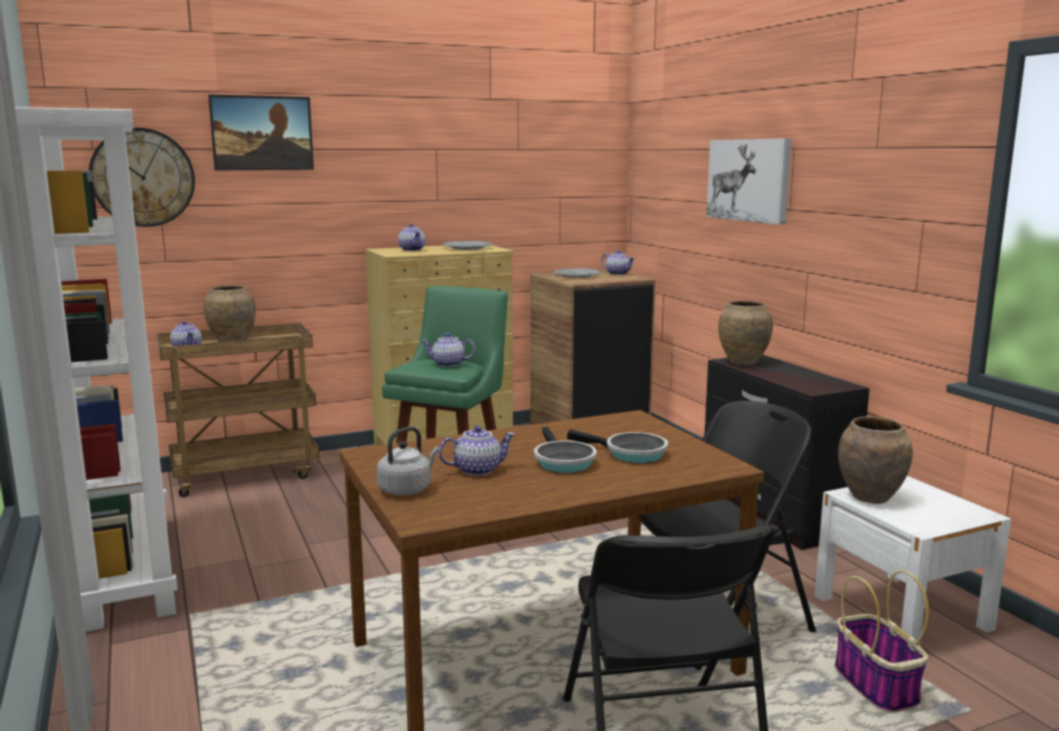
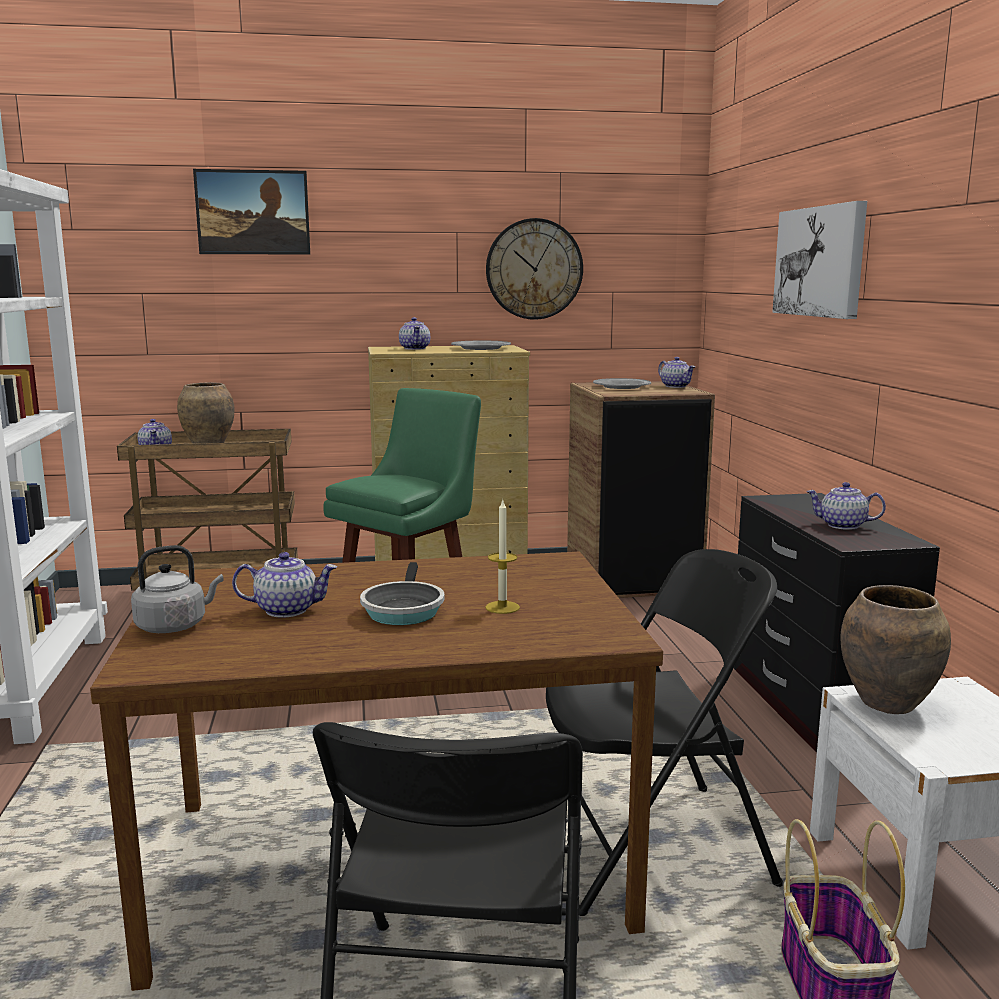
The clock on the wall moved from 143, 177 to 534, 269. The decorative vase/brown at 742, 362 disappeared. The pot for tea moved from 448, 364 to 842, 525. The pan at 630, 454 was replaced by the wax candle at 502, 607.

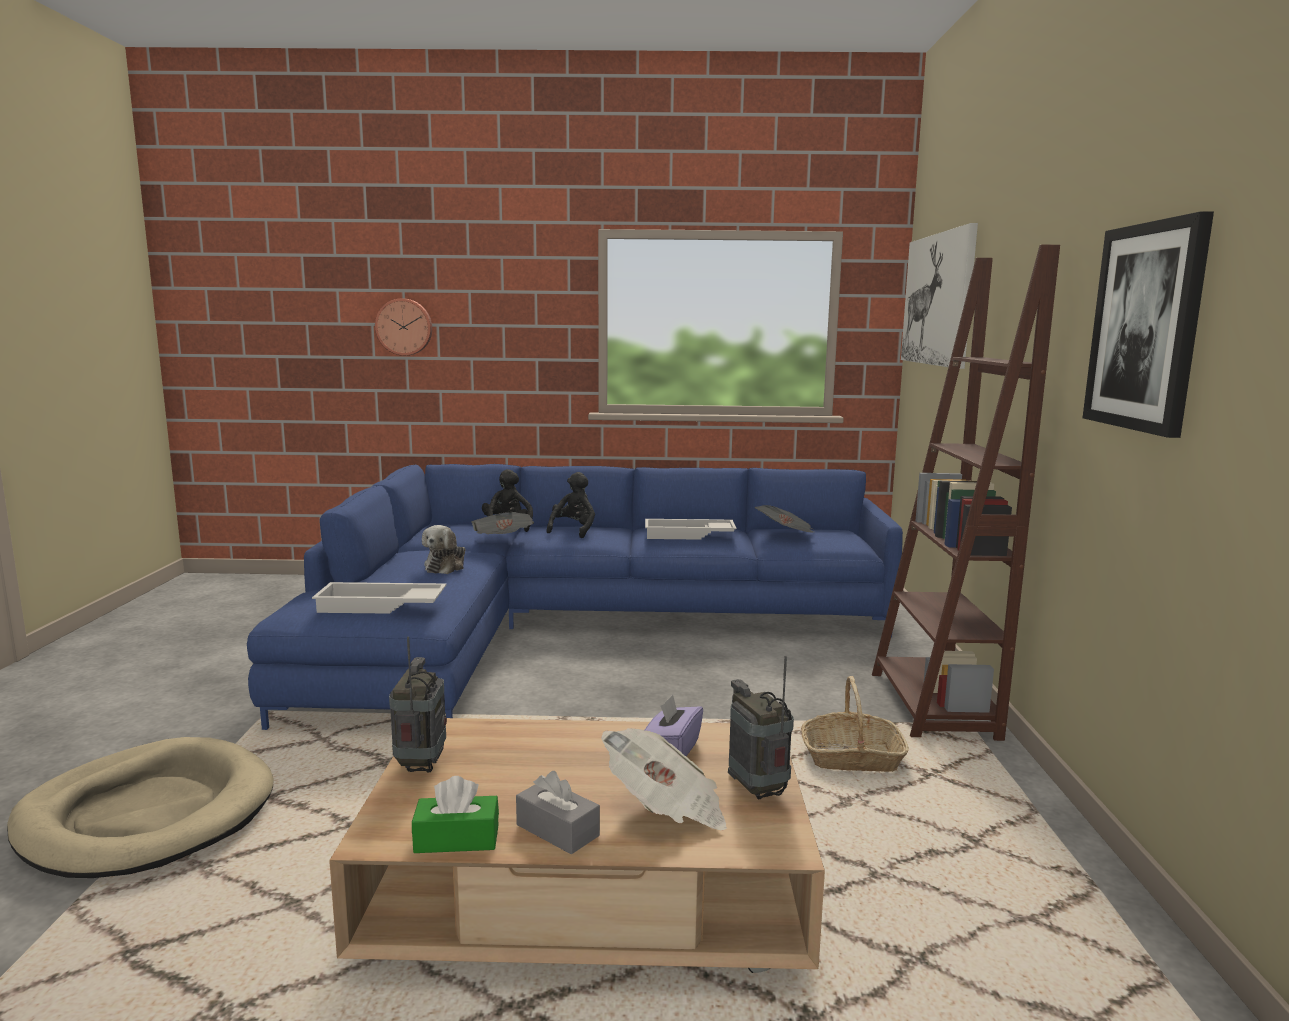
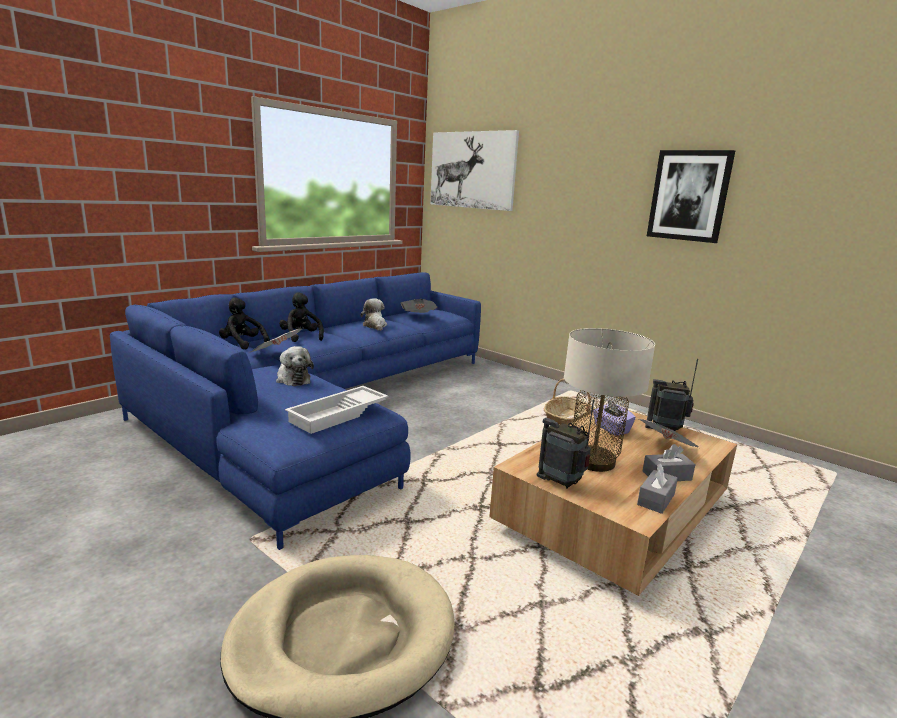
The bookshelf/brown at 933, 705 disappeared. The clock on the wall at 404, 327 disappeared. The carrying tray/white-coloured at 688, 535 was replaced by the plush toy at 375, 326. The tissue box/greenish at 457, 839 became the tissue box/gray at 656, 499. The tabletop lamp at 593, 461 appeared.

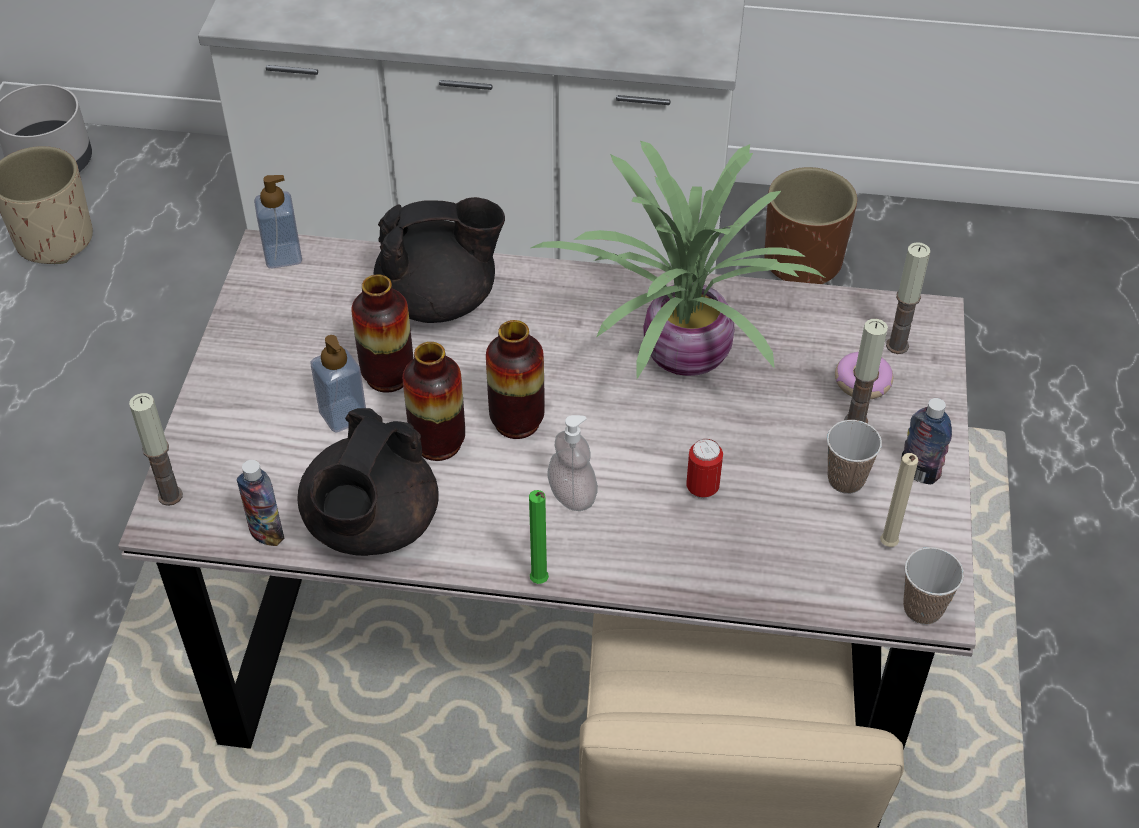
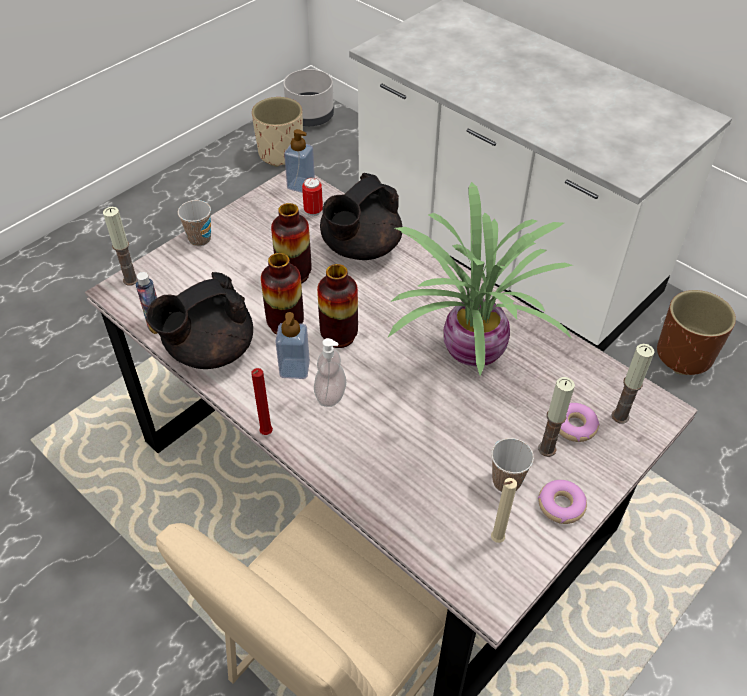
The pot for tea/black at 440, 301 turned 105 degrees clockwise. The liquid soap bottle moved from 343, 415 to 294, 369. The beverage bottle at 919, 472 was replaced by the donut at 561, 505. The can moved from 702, 488 to 313, 211. The wax candle/greenish at 540, 583 became the wax candle/reddish at 265, 434. The small cup moved from 922, 609 to 199, 239.

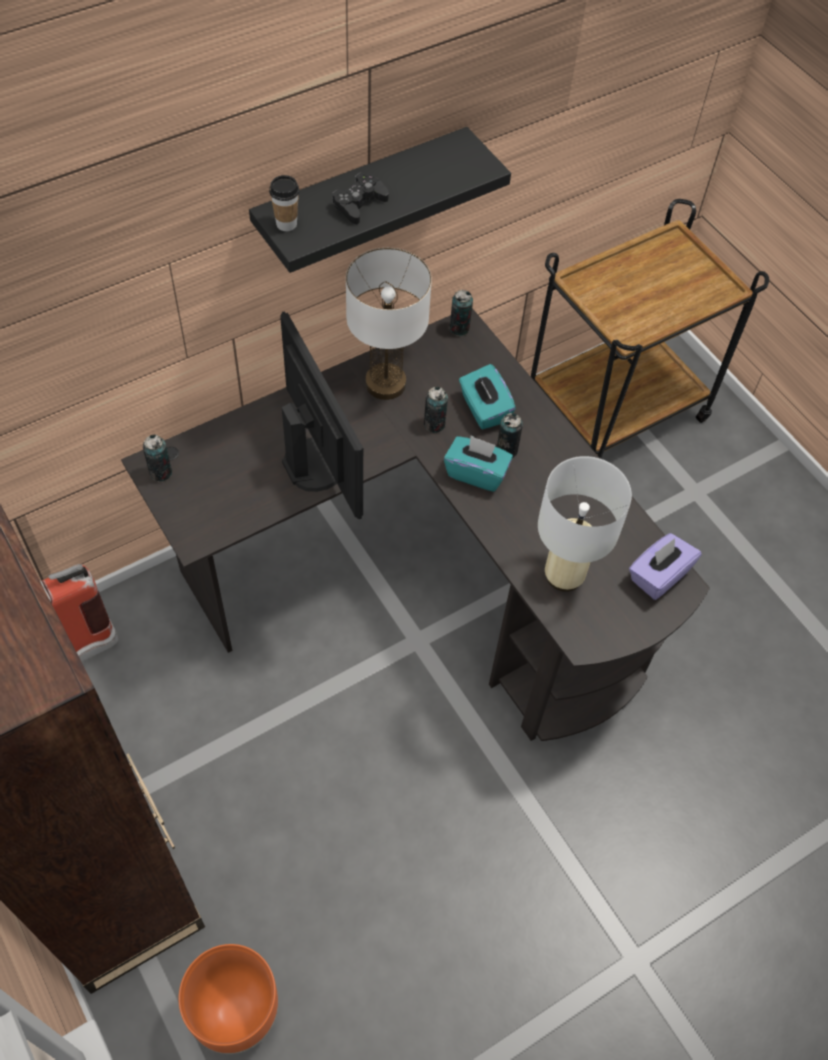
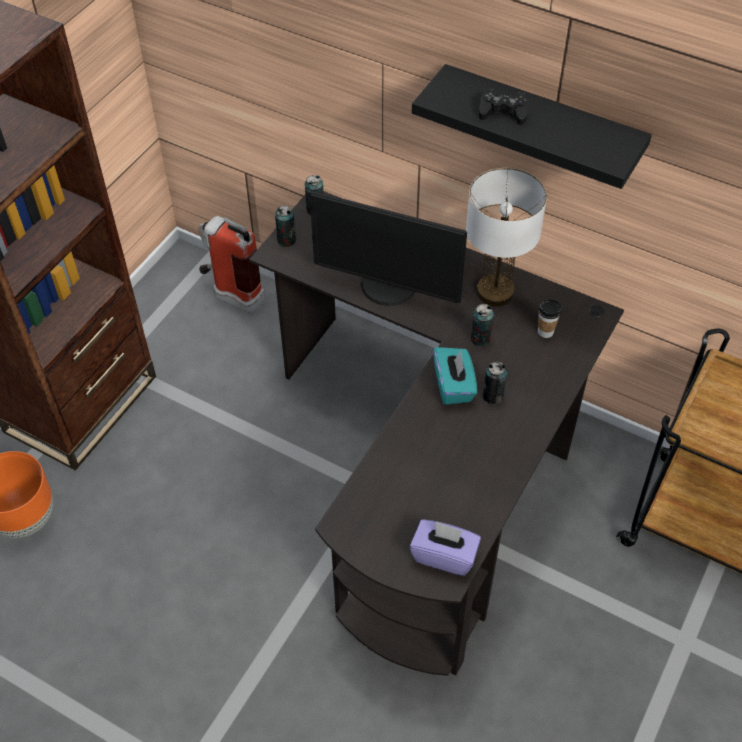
The small cup moved from 286, 224 to 545, 332. The can moved from 459, 328 to 286, 240. The computer screen at 317, 463 turned 75 degrees clockwise. The tissue box/blue-green at 484, 409 disappeared. The tabletop lamp/white-coloured at 564, 576 disappeared.

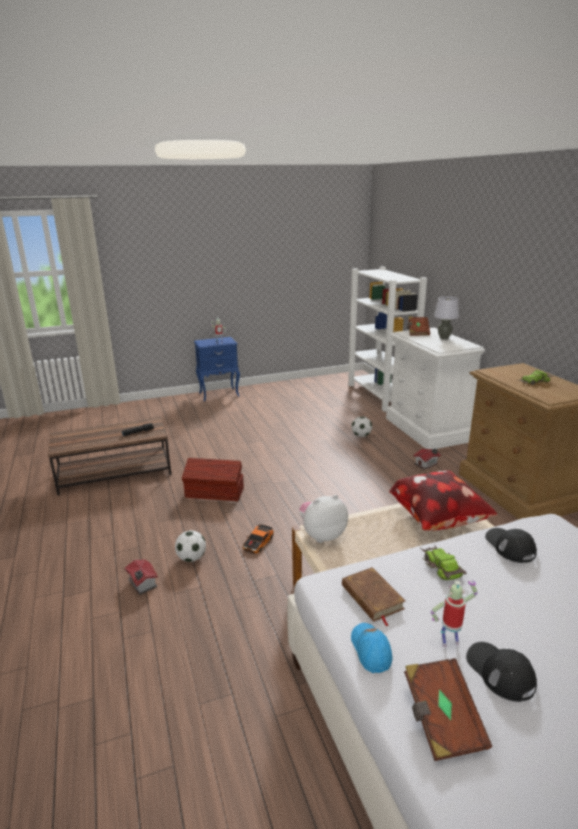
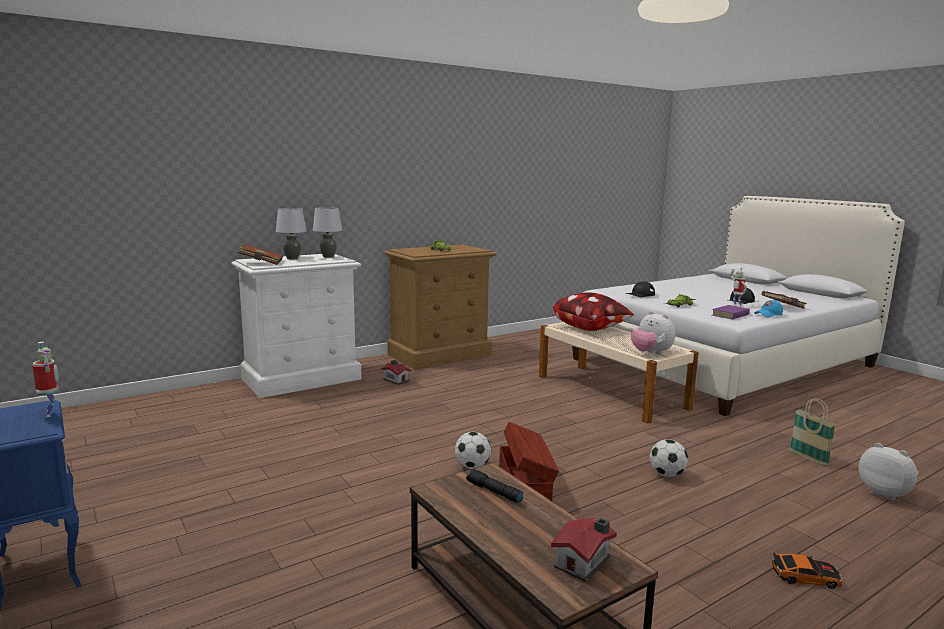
The bookshelf/white-coloured at 380, 395 disappeared. The football moved from 361, 436 to 472, 467. The toy car moved from 258, 543 to 805, 576. The toy house moved from 142, 584 to 585, 562. The bound book/brown at 372, 597 became the bound book/purple at 730, 315. The tabletop lamp/gray at 328, 256 appeared. The basket at 808, 458 appeared. The plush toy at 885, 493 appeared.

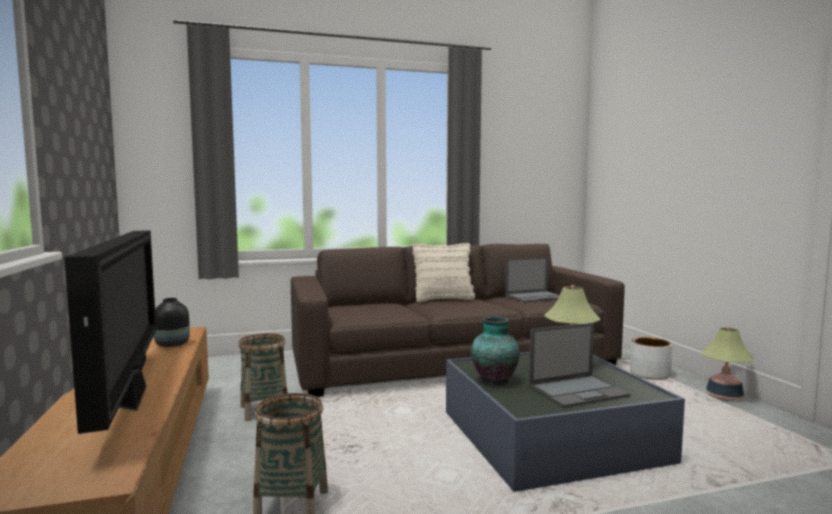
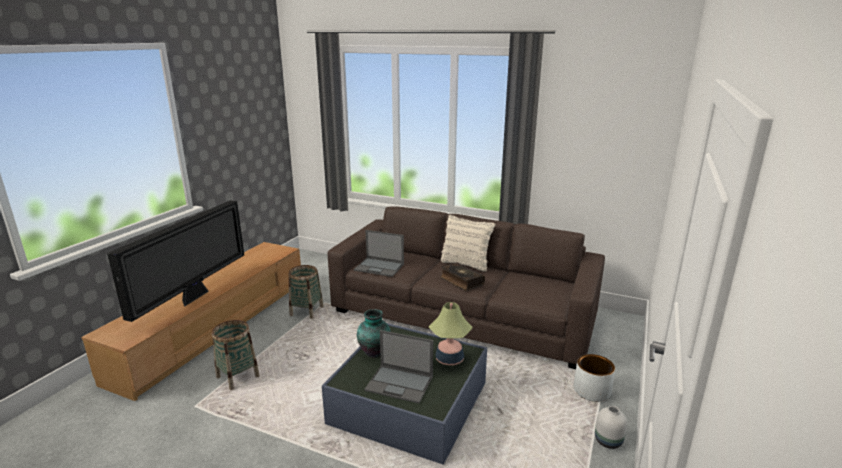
The laptop moved from 536, 297 to 379, 267. The decorative vase/black at 171, 344 disappeared. The tabletop lamp at 724, 396 was replaced by the decorative vase/white-coloured at 609, 441. The bound book at 461, 281 appeared.

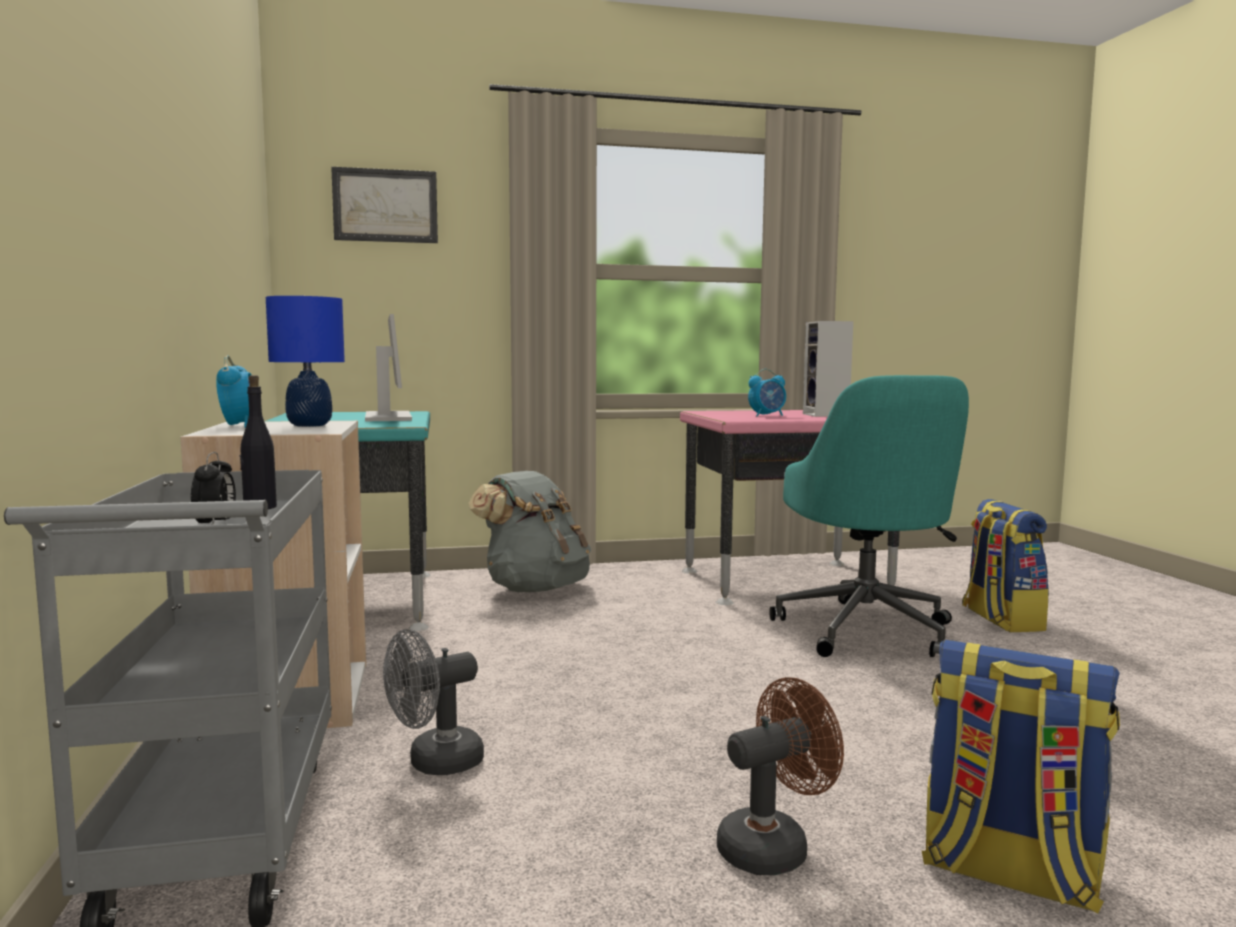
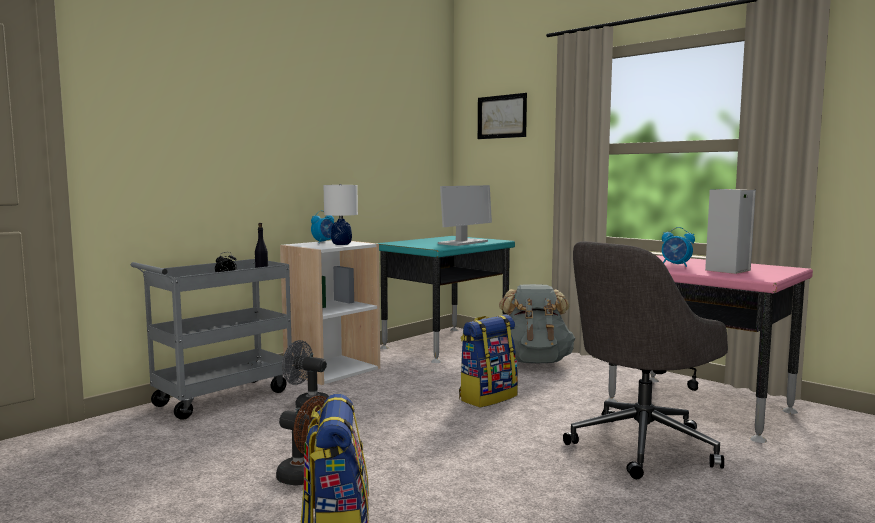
The tabletop lamp/bluish at 311, 425 became the tabletop lamp/white-coloured at 342, 244. The computer chair/blue-green at 866, 632 became the computer chair/gray at 641, 447. The rucksack moved from 1000, 620 to 487, 397.

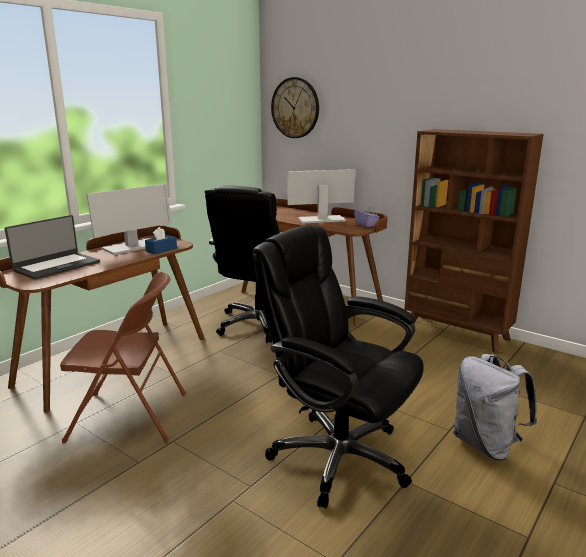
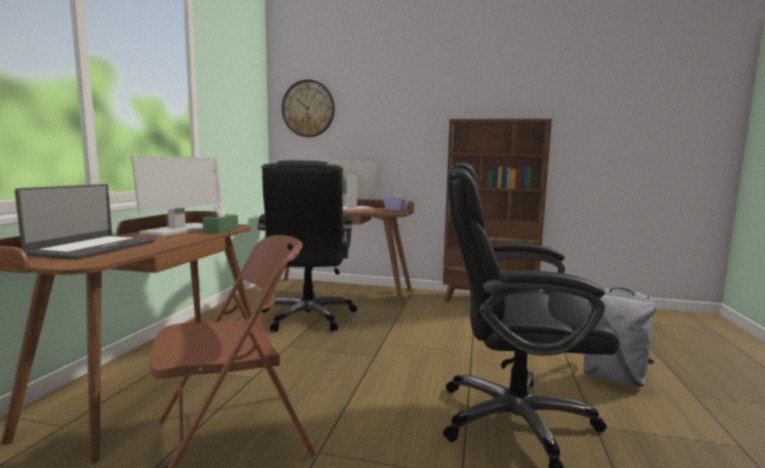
The tissue box/bluish at 161, 250 became the tissue box/greenish at 221, 230.

